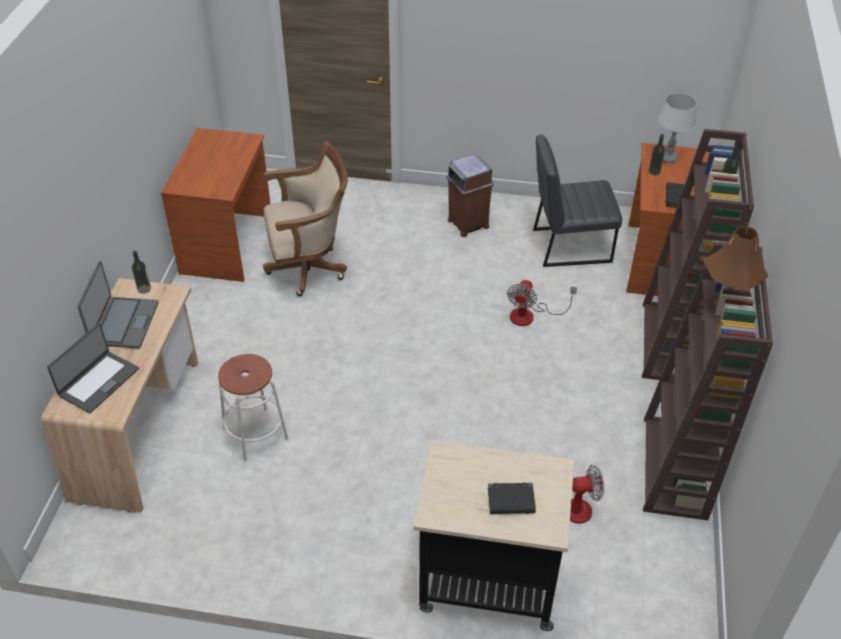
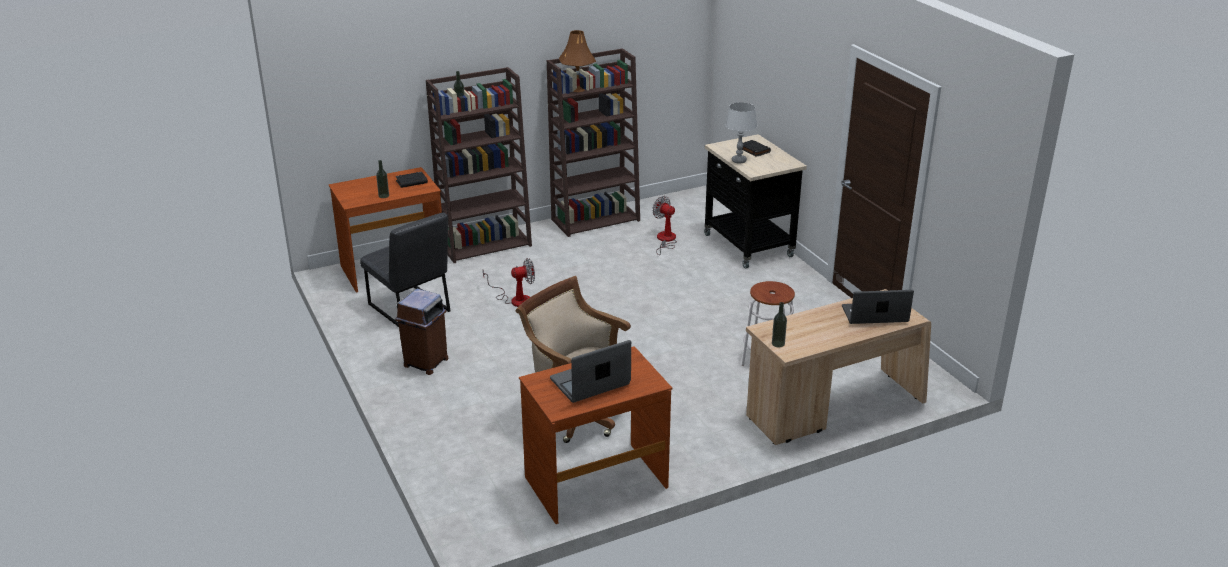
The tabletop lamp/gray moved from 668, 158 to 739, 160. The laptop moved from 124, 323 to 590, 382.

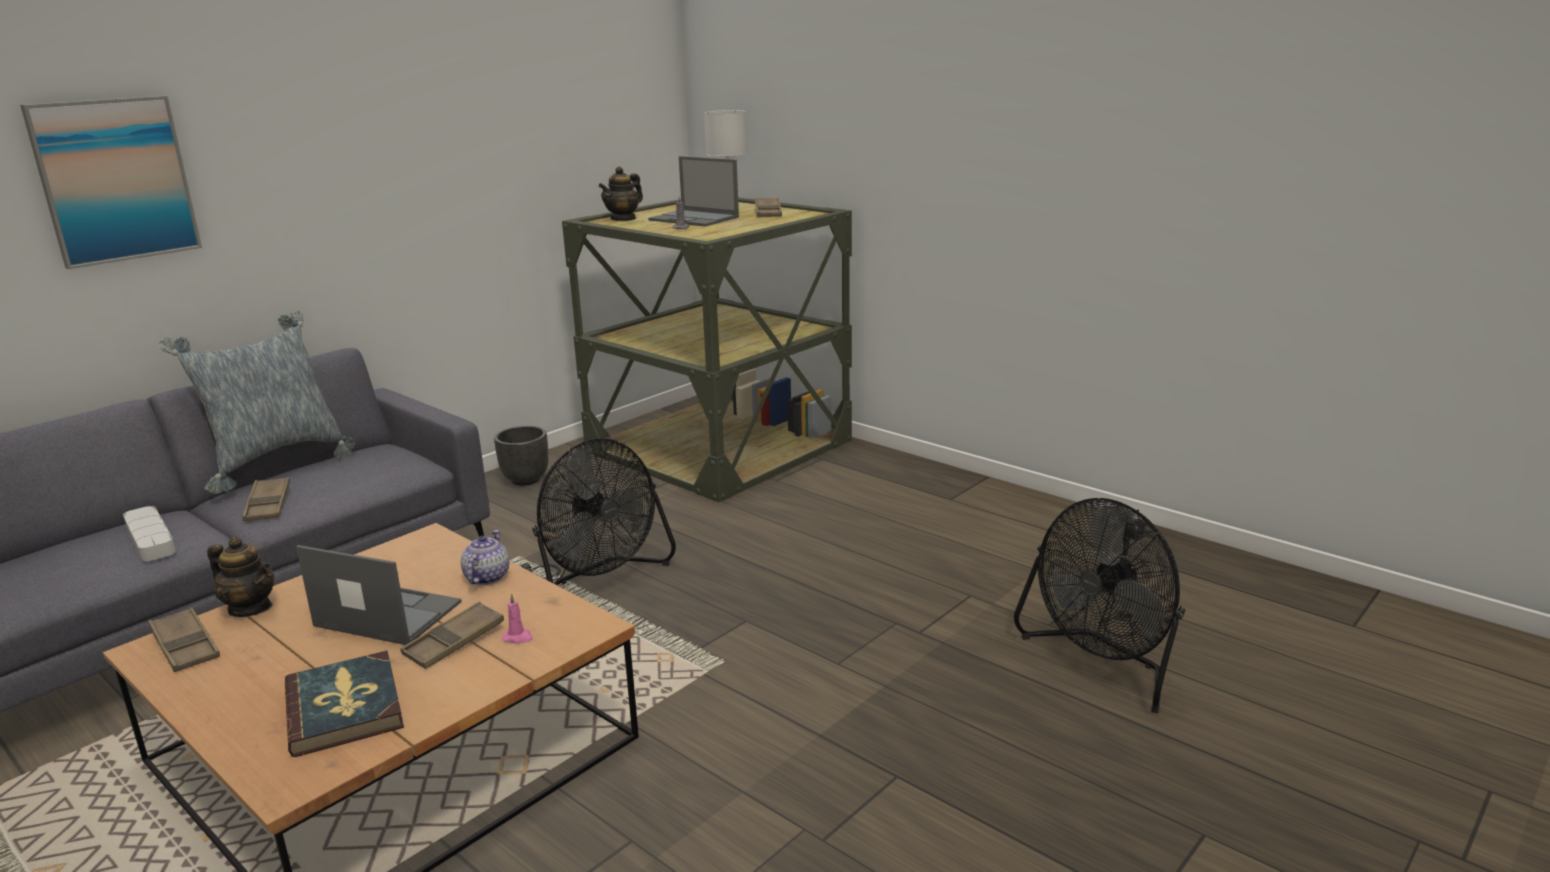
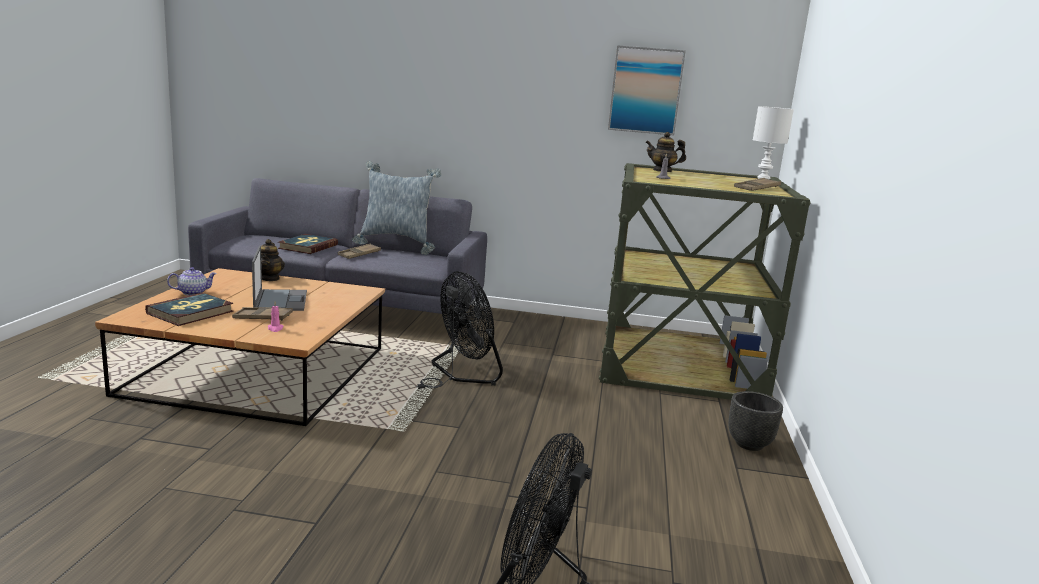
The wall picture moved from 115, 180 to 645, 90. The laptop at 695, 219 disappeared. The plant pot/black moved from 526, 480 to 749, 444. The electric fan/black at 592, 581 turned 135 degrees counterclockwise. The carrying tray/gray at 150, 538 was replaced by the bound book at 308, 247. The pot for tea moved from 486, 577 to 193, 292. The carrying tray/brown at 185, 646 disappeared.

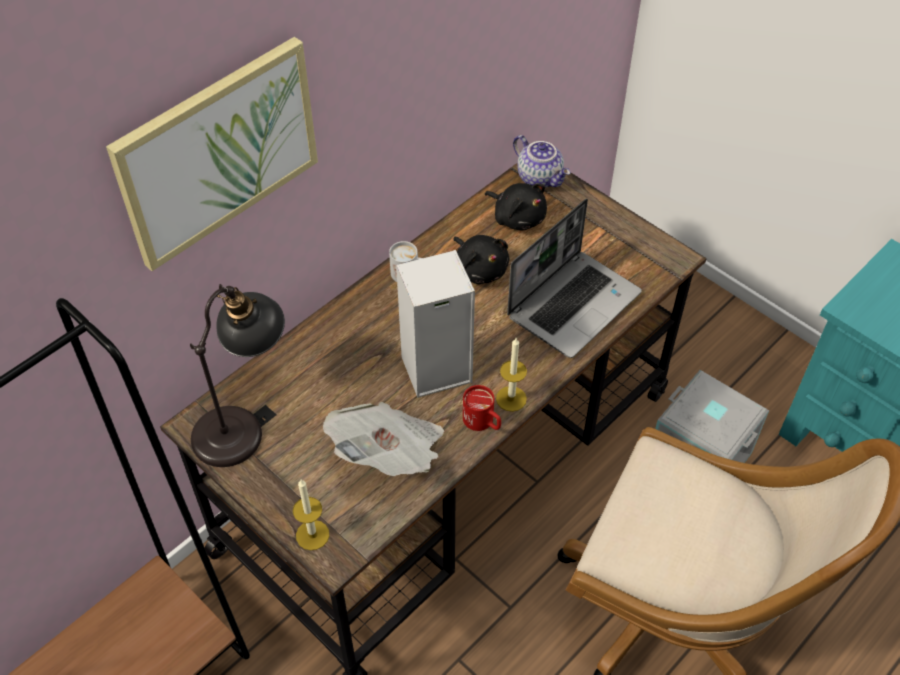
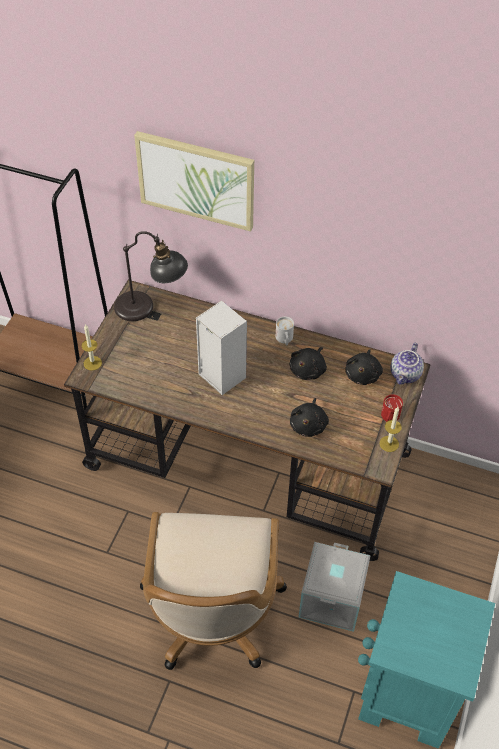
The laptop at 573, 303 was replaced by the plush toy/black at 308, 425. The wax candle moved from 511, 398 to 389, 444. The tea mug/reddish moved from 483, 422 to 389, 418. The printed paper at 389, 454 disappeared.

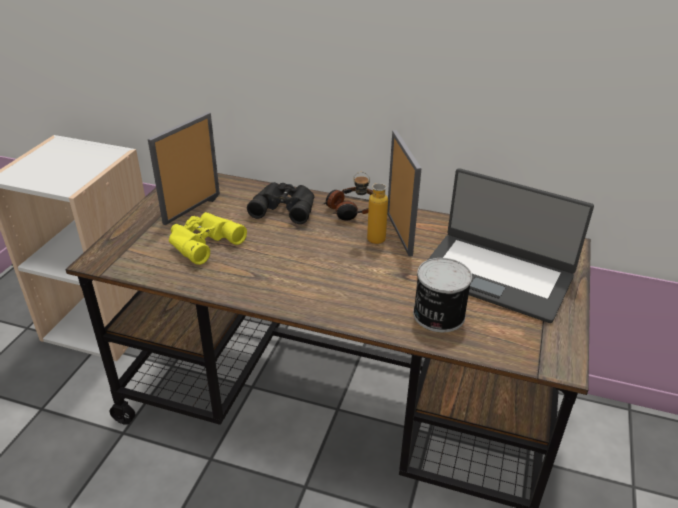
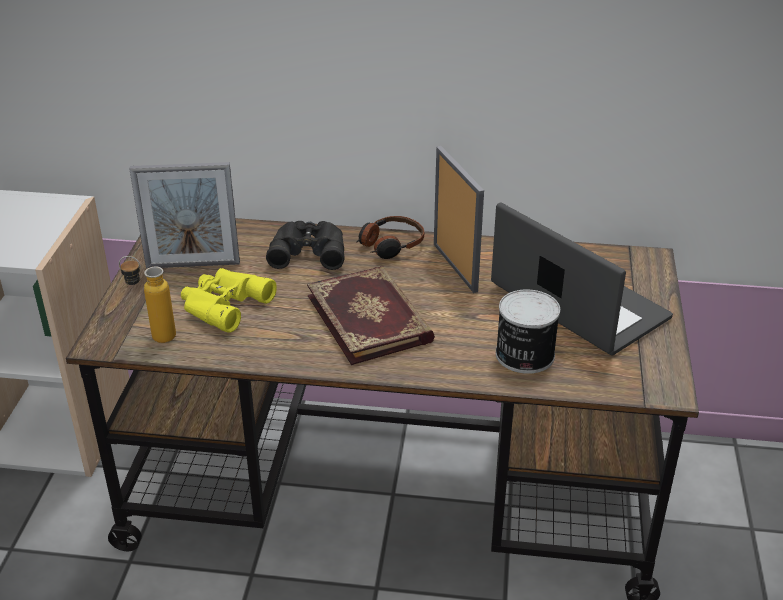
The standing frame at 192, 208 turned 120 degrees counterclockwise. The laptop at 496, 275 turned 150 degrees counterclockwise. The beverage bottle moved from 368, 238 to 154, 336. The bound book at 371, 318 appeared.

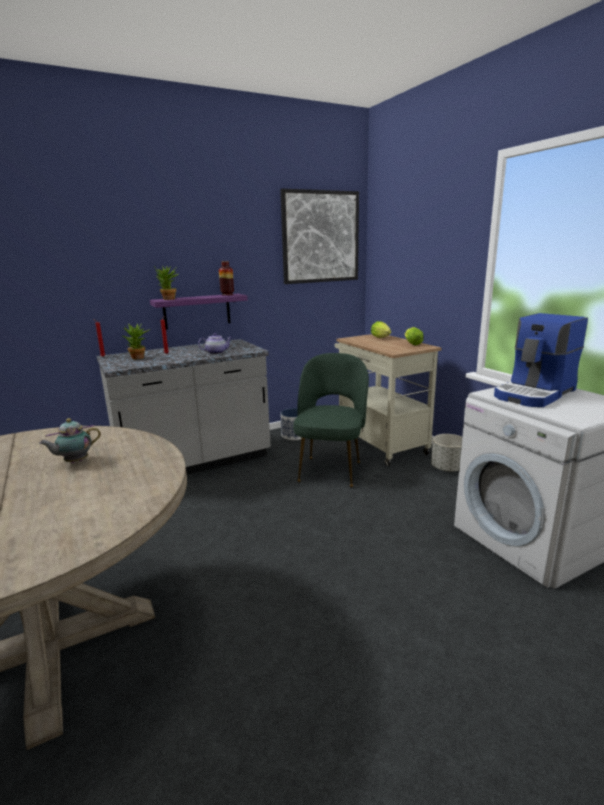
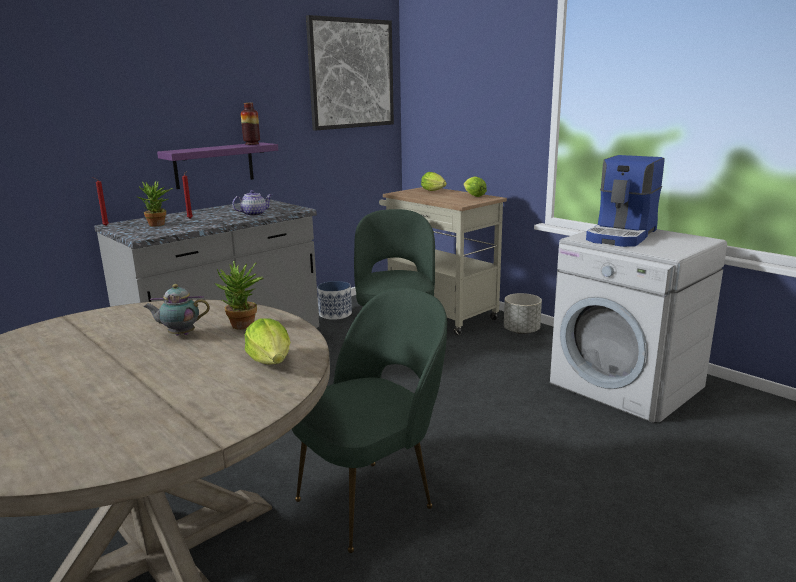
The potted plant moved from 169, 299 to 243, 327. The pot for tea at 75, 462 turned 45 degrees clockwise. The upright chair/greenish at 373, 500 appeared. The head of lettuce at 271, 361 appeared.

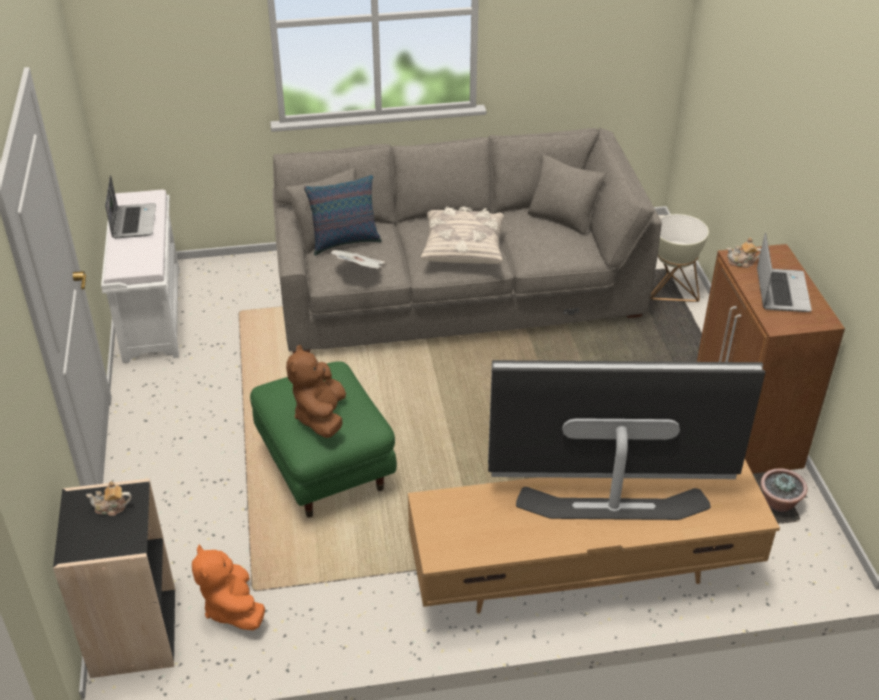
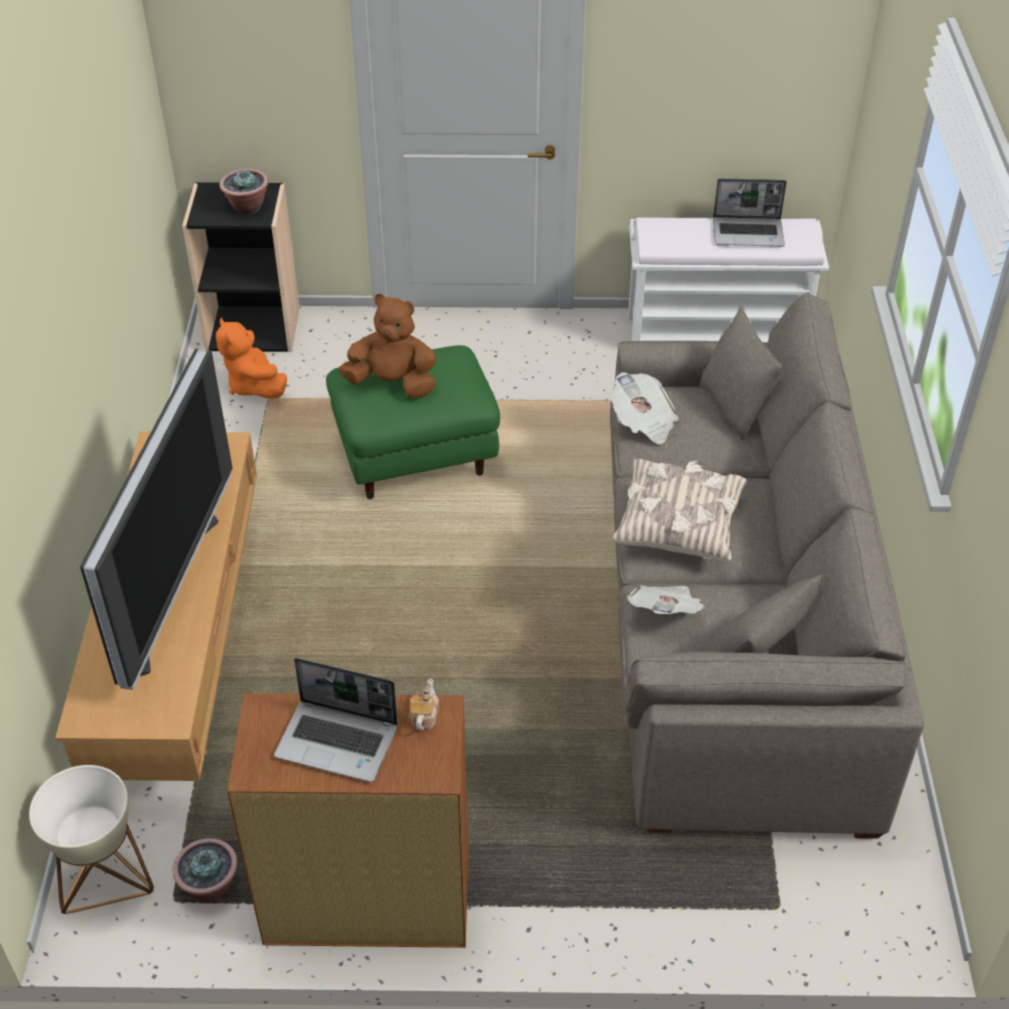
The throw pillow/bluish at 345, 243 disappeared. The plant pot moved from 670, 291 to 106, 879. The pot for tea at 111, 508 was replaced by the potted plant at 247, 207. The plush toy/orange at 232, 607 turned 105 degrees counterclockwise. The printed paper at 665, 613 appeared.

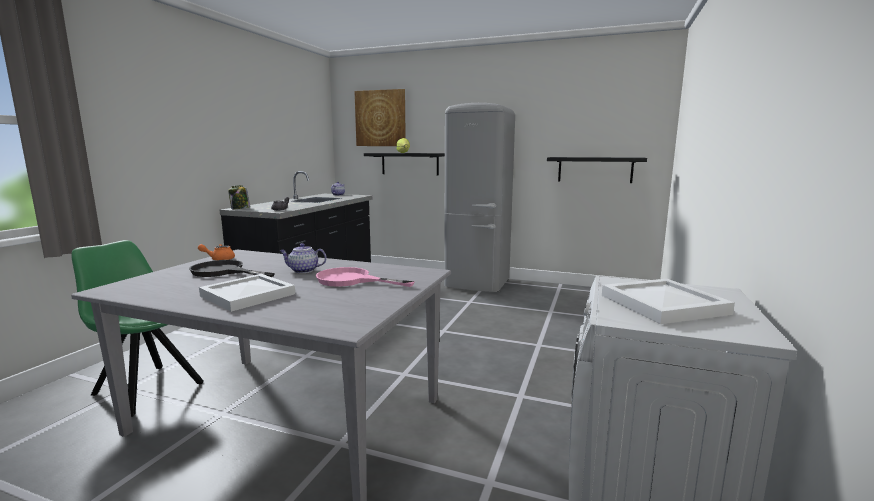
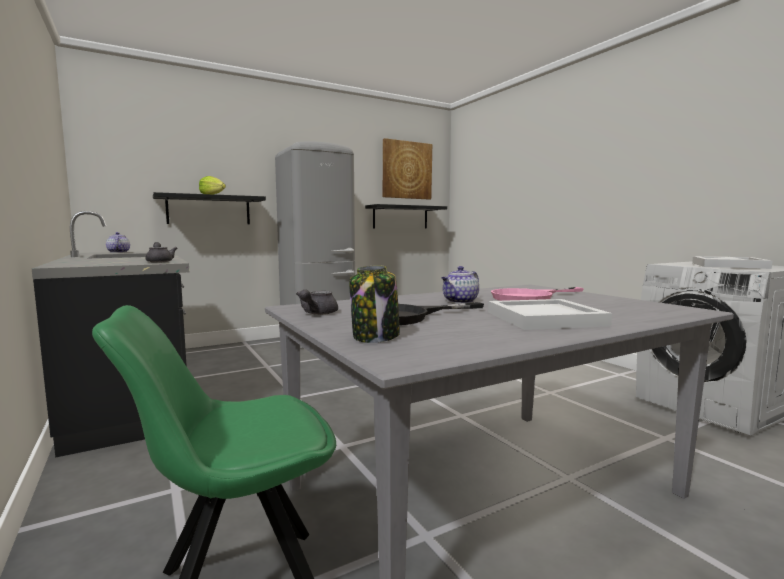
The wall picture moved from 380, 118 to 407, 170. The storage jar moved from 240, 208 to 376, 337. The pot for tea/orange at 219, 259 became the pot for tea/gray at 317, 313.

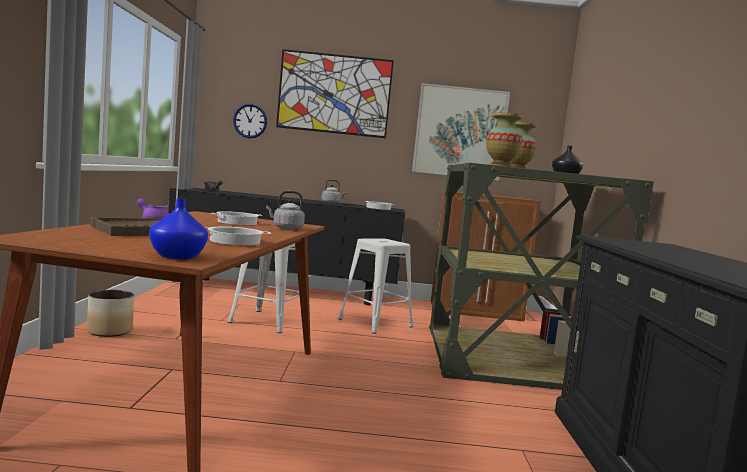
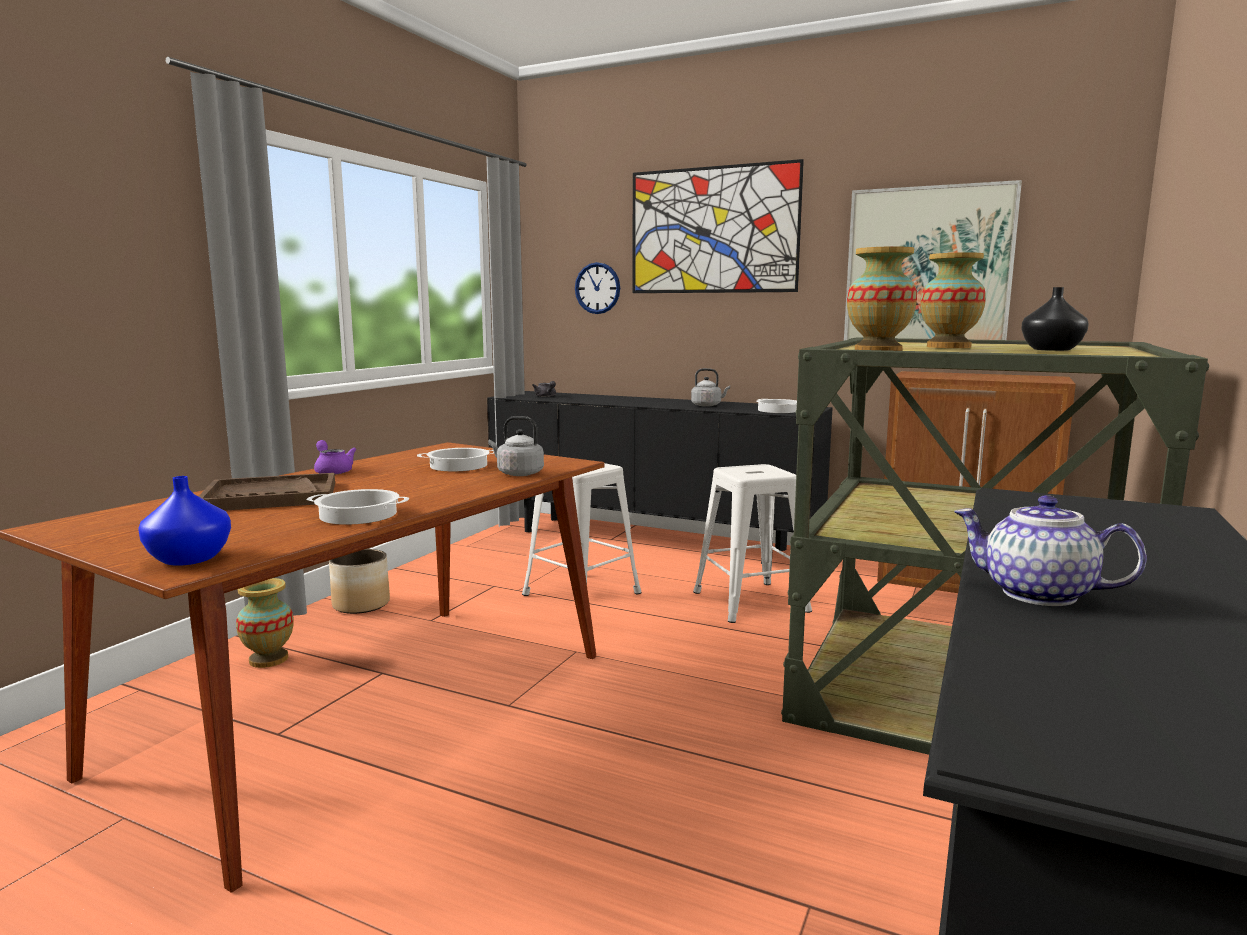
The pot for tea at 1036, 594 appeared. The decorative vase at 269, 659 appeared.

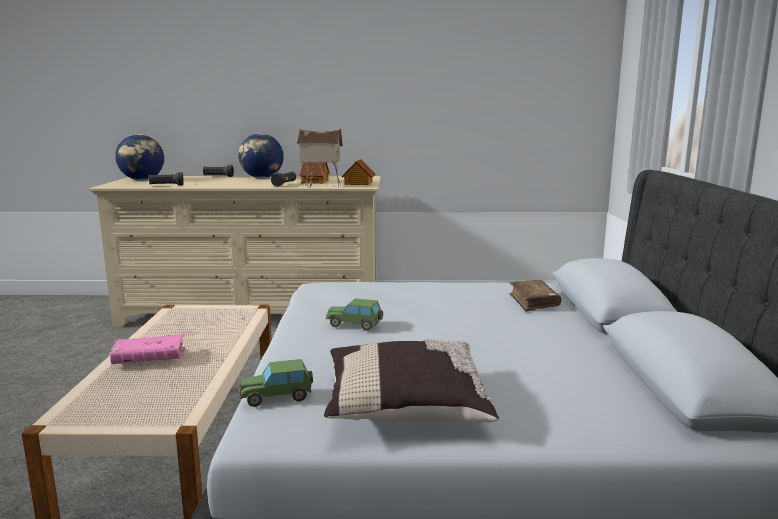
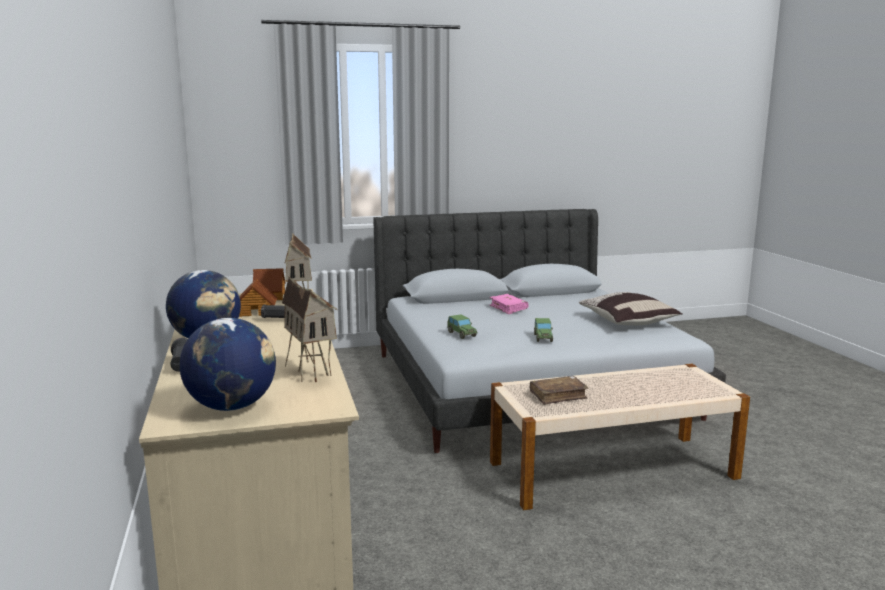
The hand torch/black at 166, 185 was replaced by the toy house at 311, 372. The bound book/brown moved from 533, 302 to 558, 396. The bound book/pinkish moved from 149, 359 to 508, 308. The toy car moved from 277, 397 to 461, 334.

